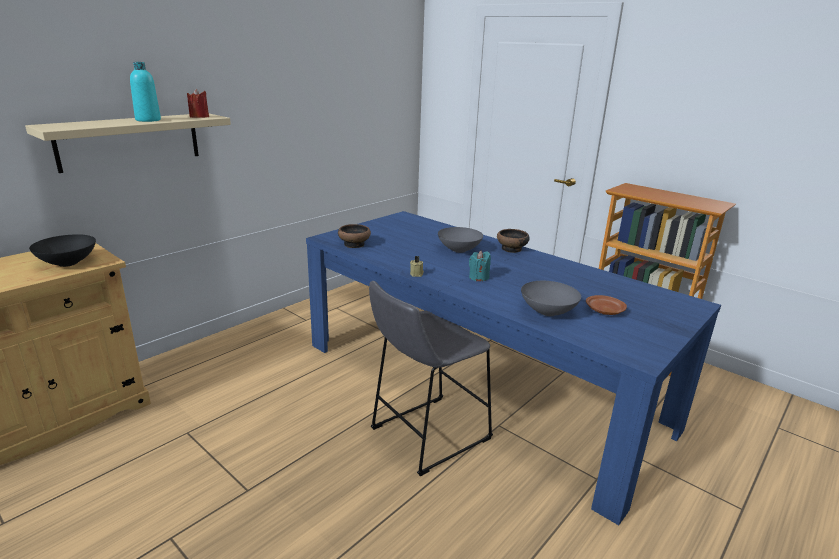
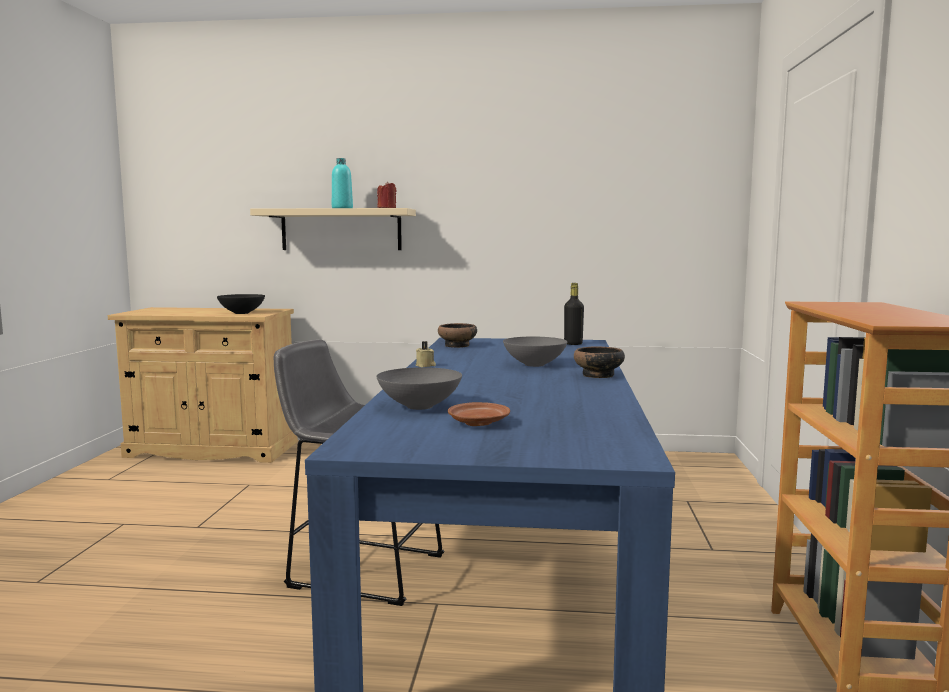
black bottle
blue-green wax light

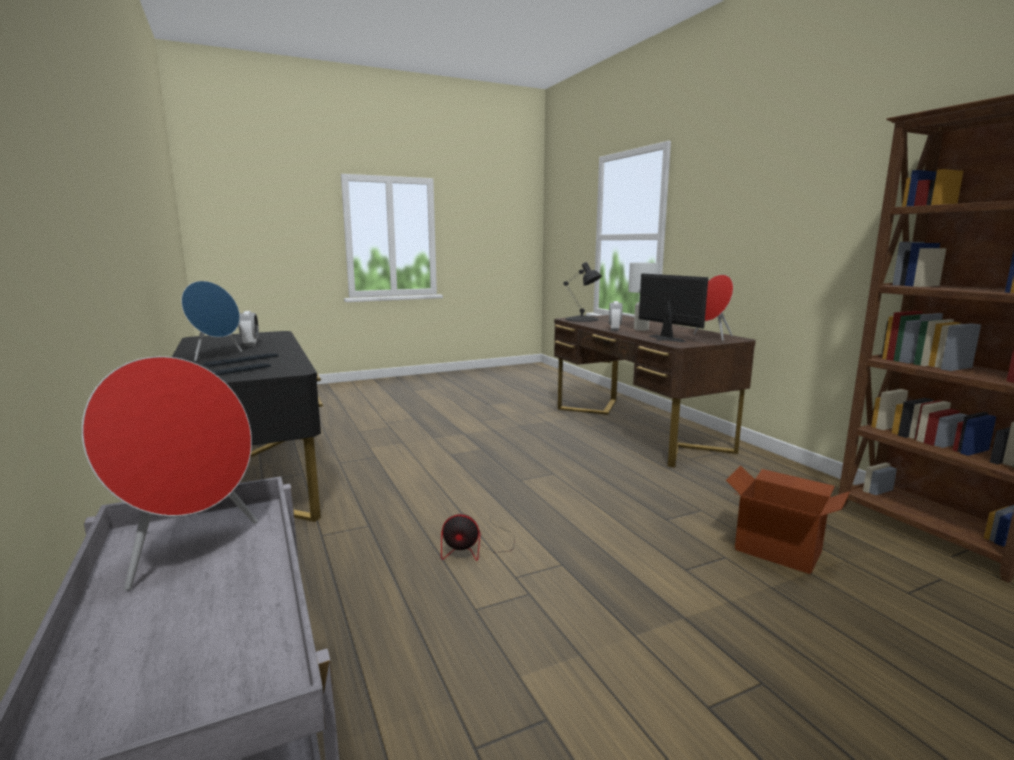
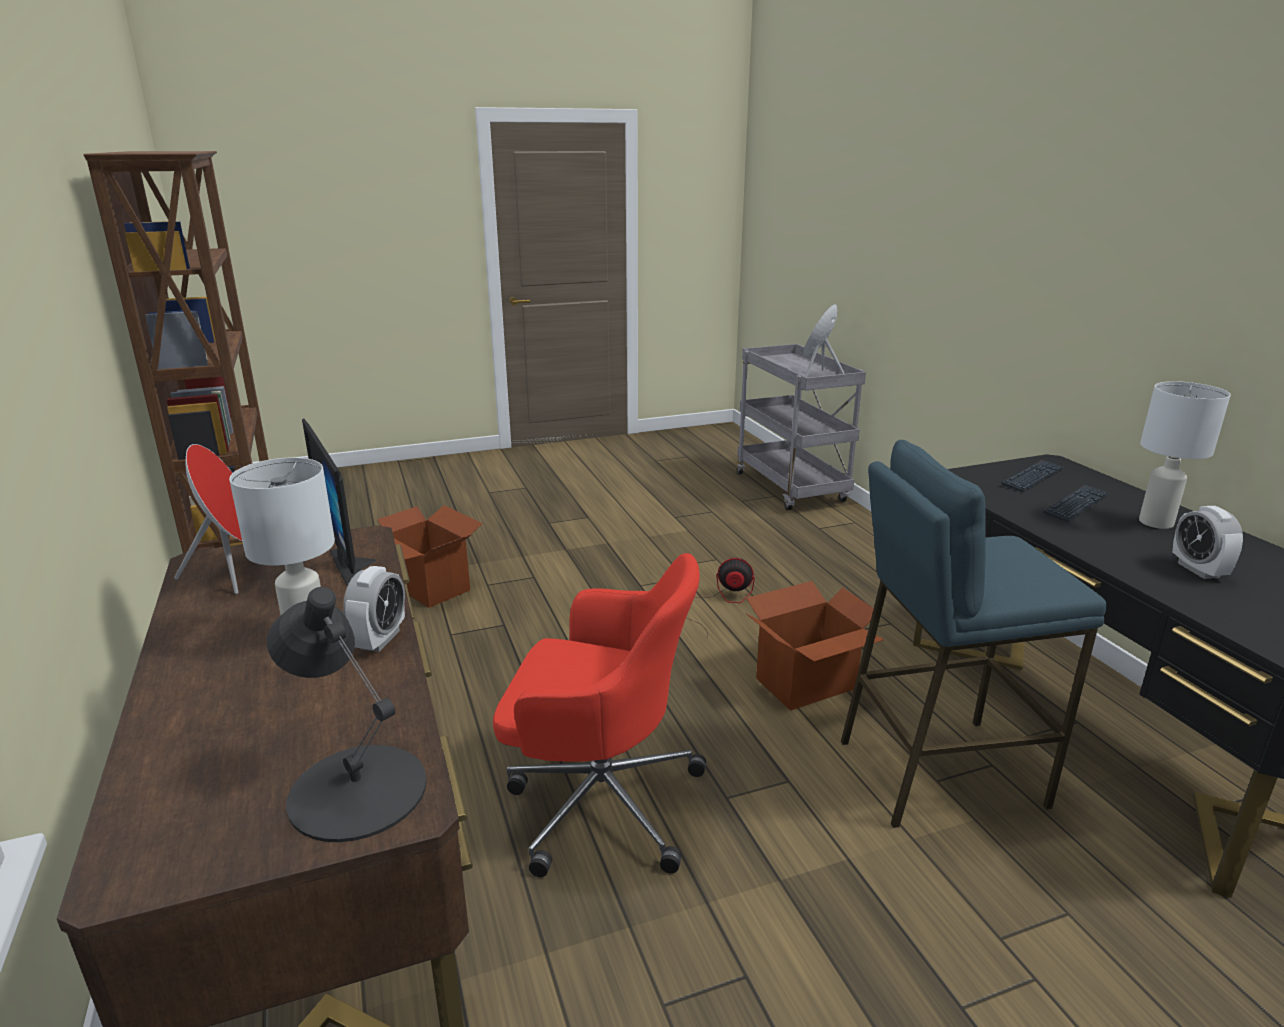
red office chair
packing box (no. 2 from left)
bluish stool seat
white table lamp (no. 2 from left)

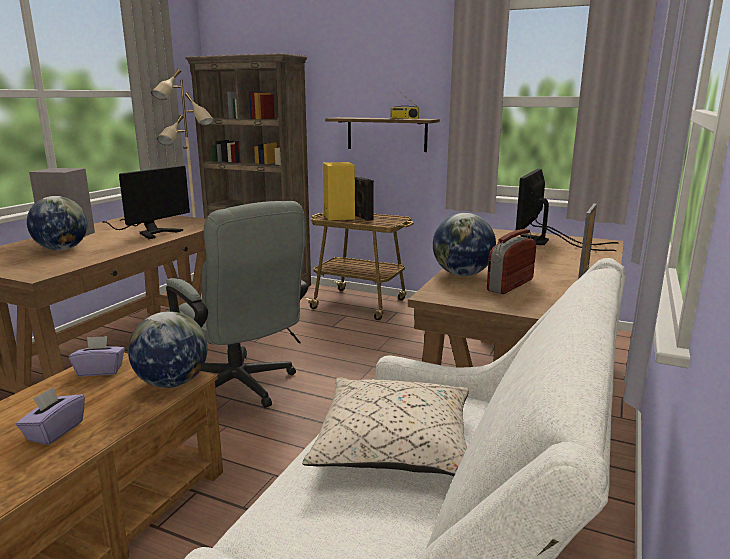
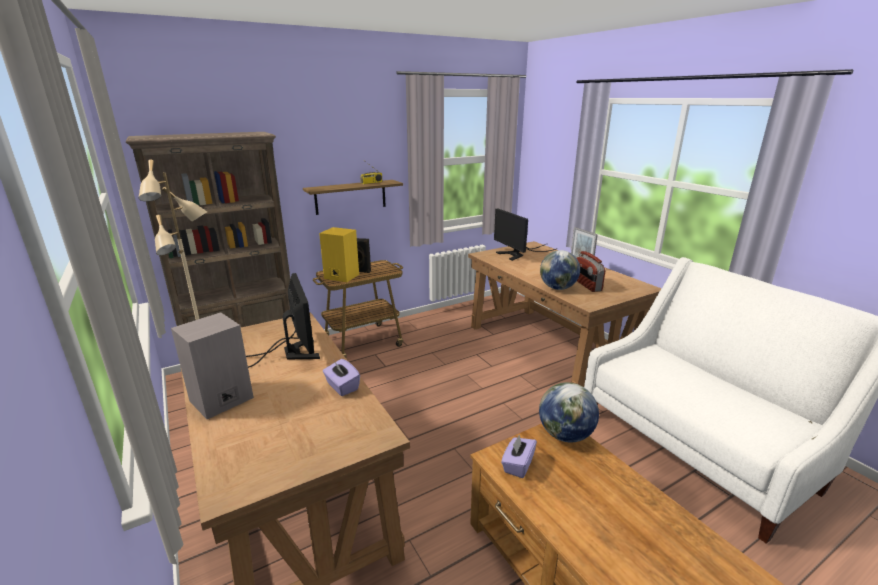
purple-coloured box of tissues (no. 1 from left)
world globe (no. 1 from left in the first image)
greyish office chair
beige throw pillow

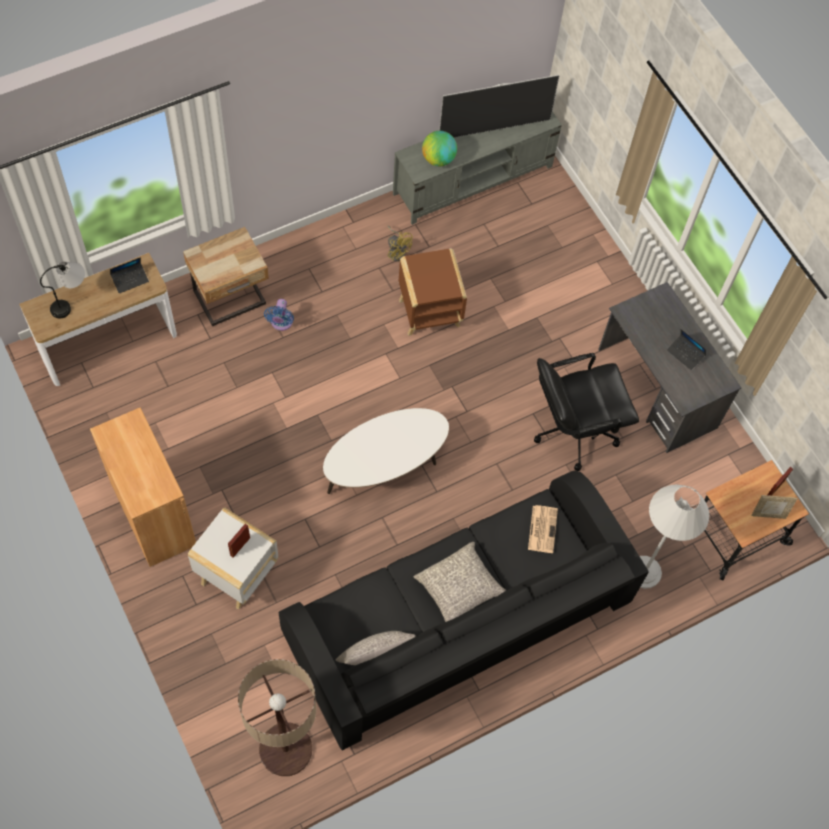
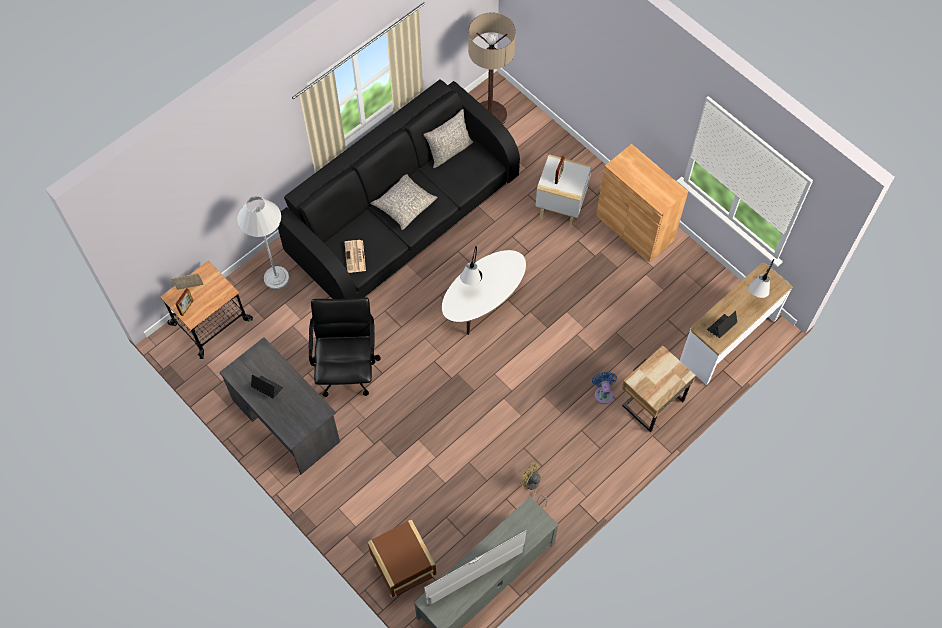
black office chair
brown-coloured side table
table lamp (no. 1 from left)
world globe

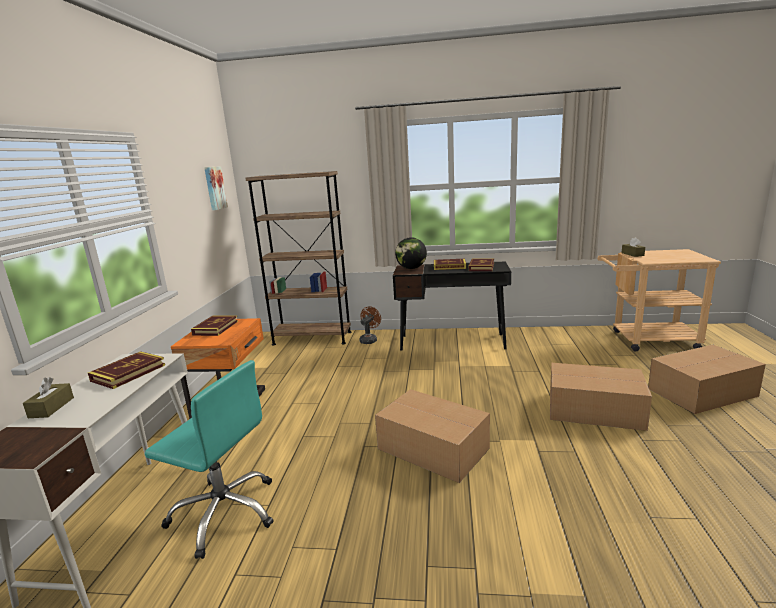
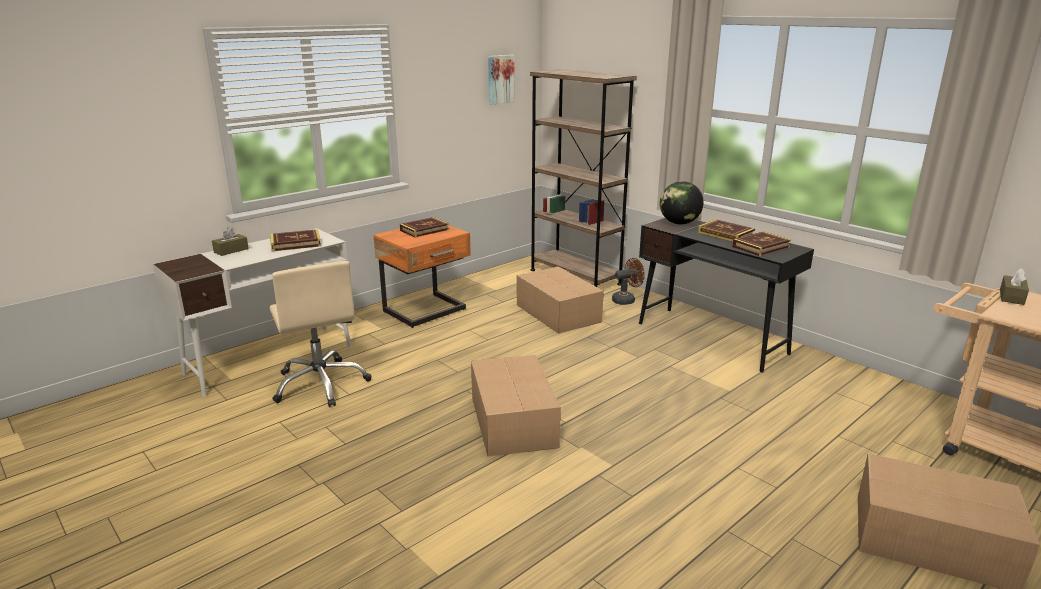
beige office chair
packing box (no. 2 from left)

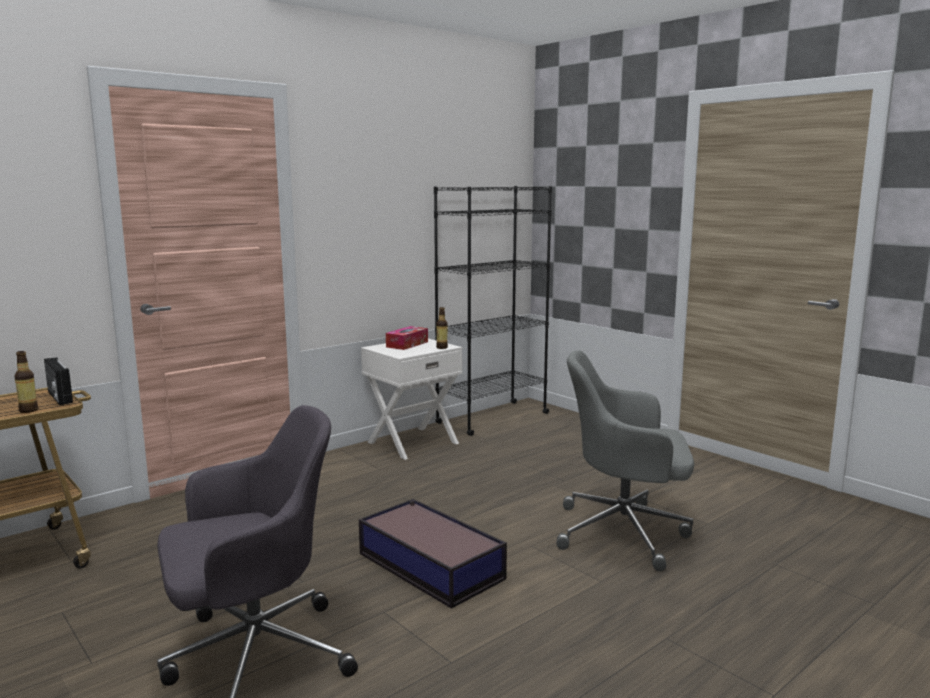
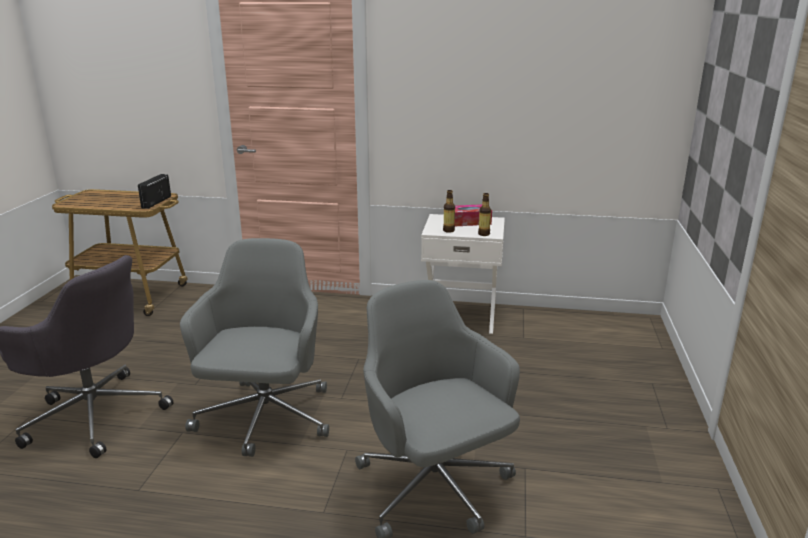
greyish office chair (no. 2 from left)
bottle (no. 1 from left)
black bookcase

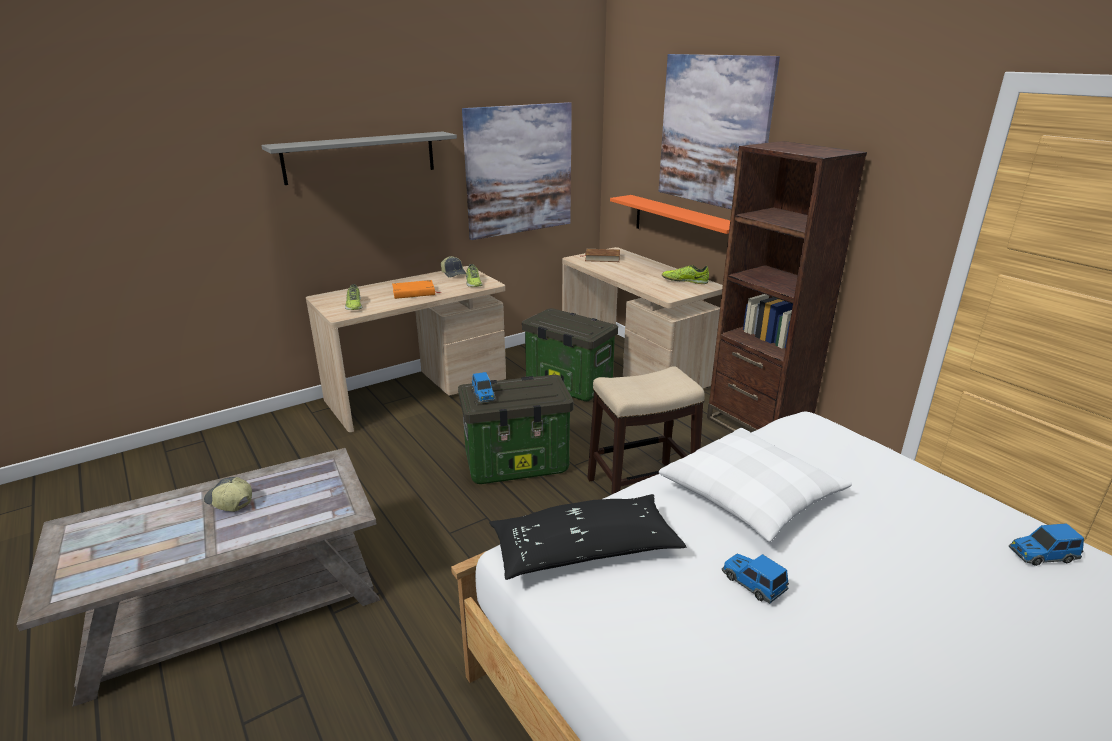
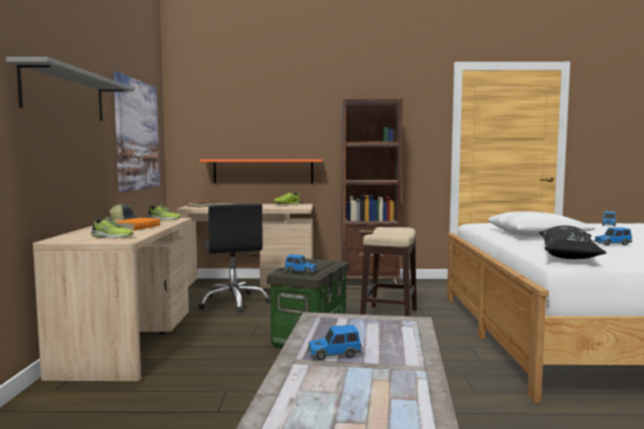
black office chair
model car (no. 2 from left)
picture (no. 2 from left in the first image)

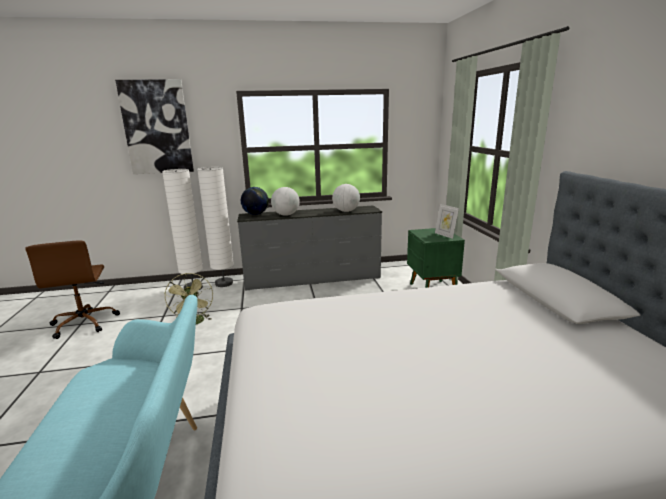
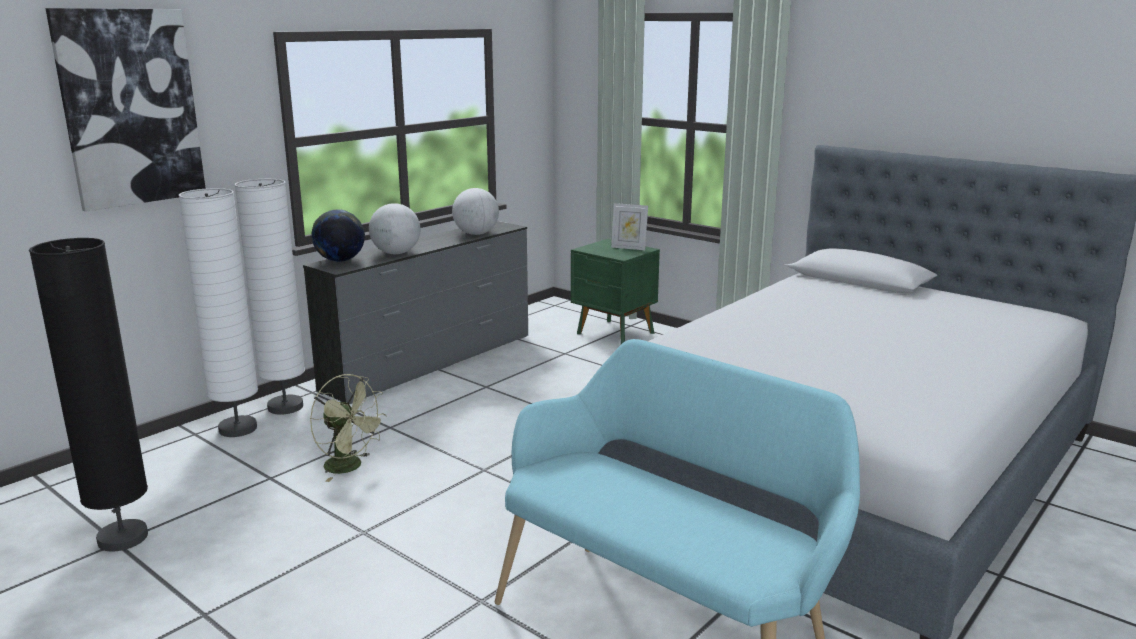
black standard lamp

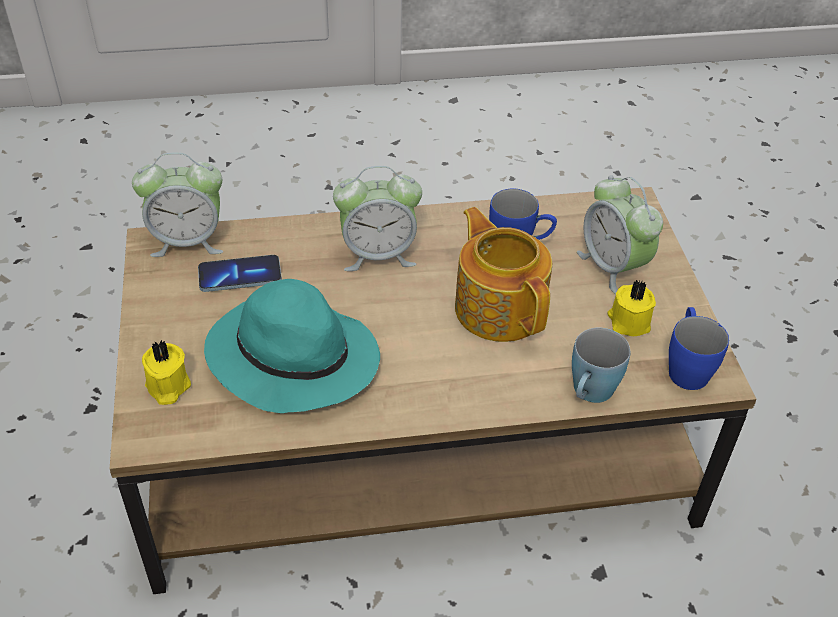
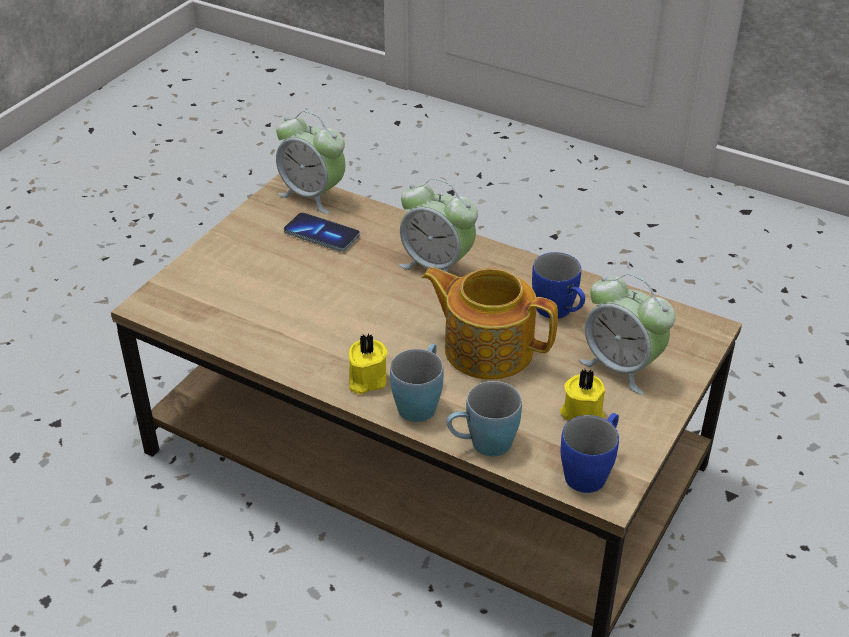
yellow-coloured wax light (no. 1 from left)
bluish mug (no. 1 from left)
pot for tea
table clock (no. 3 from left)
blue-green wearable hat

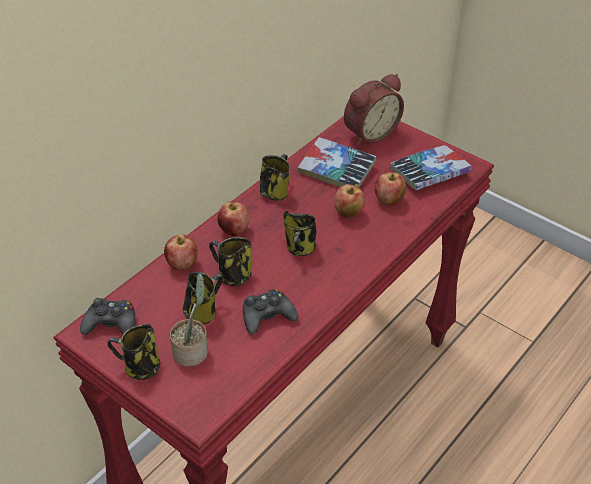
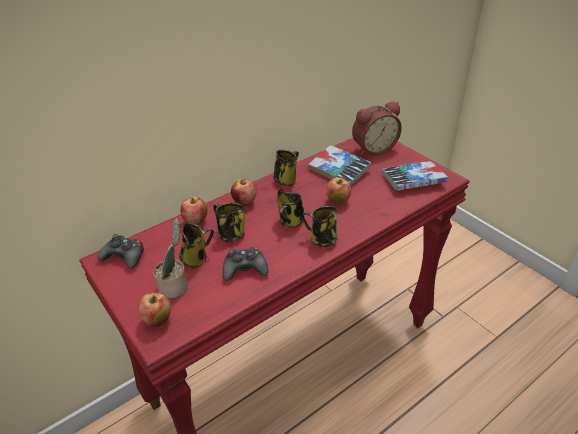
apple fruit (no. 1 from left)
mug (no. 5 from left)

